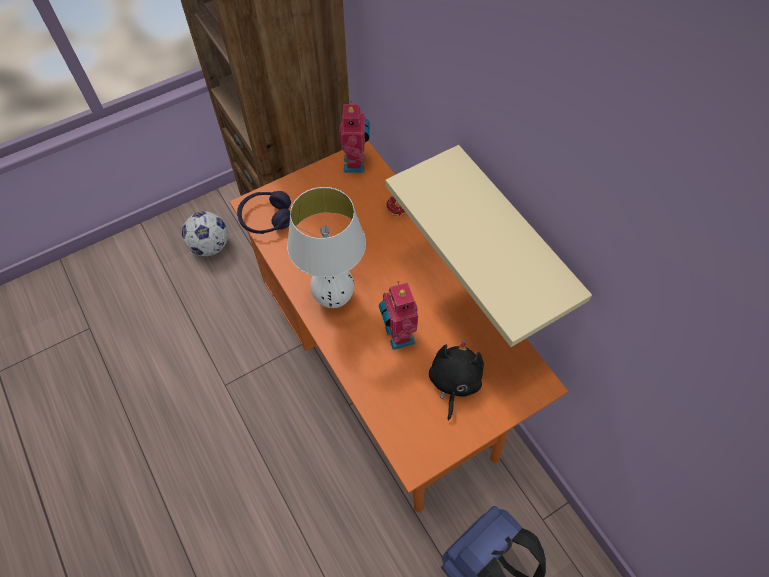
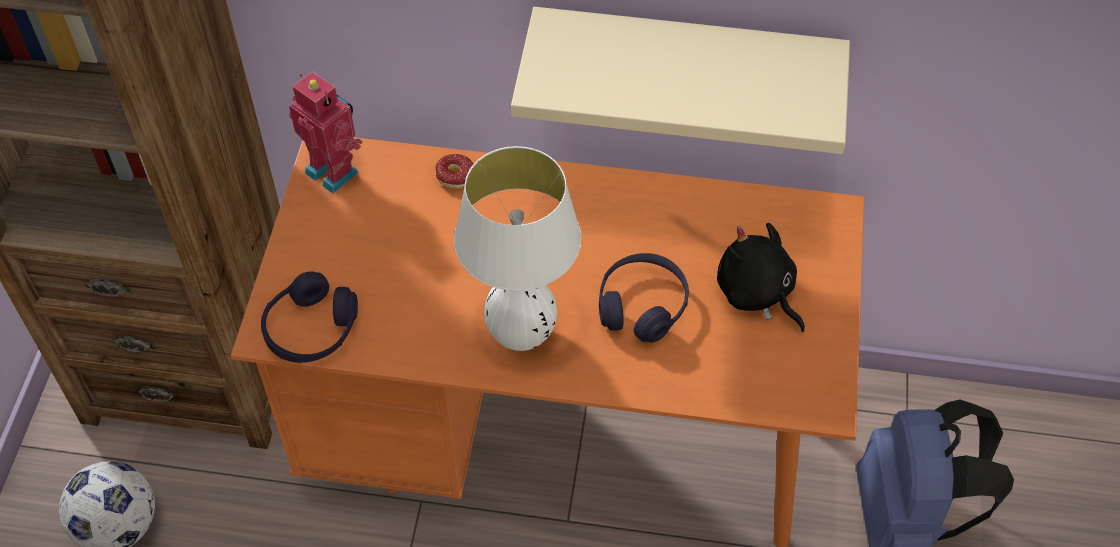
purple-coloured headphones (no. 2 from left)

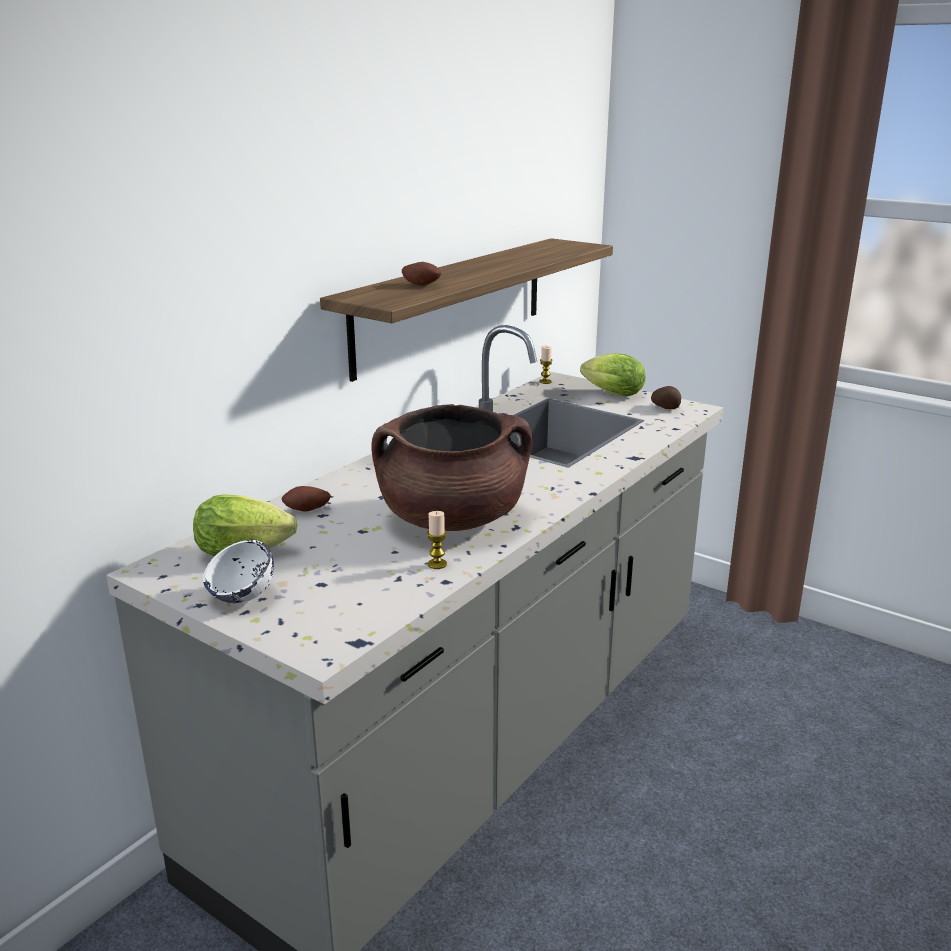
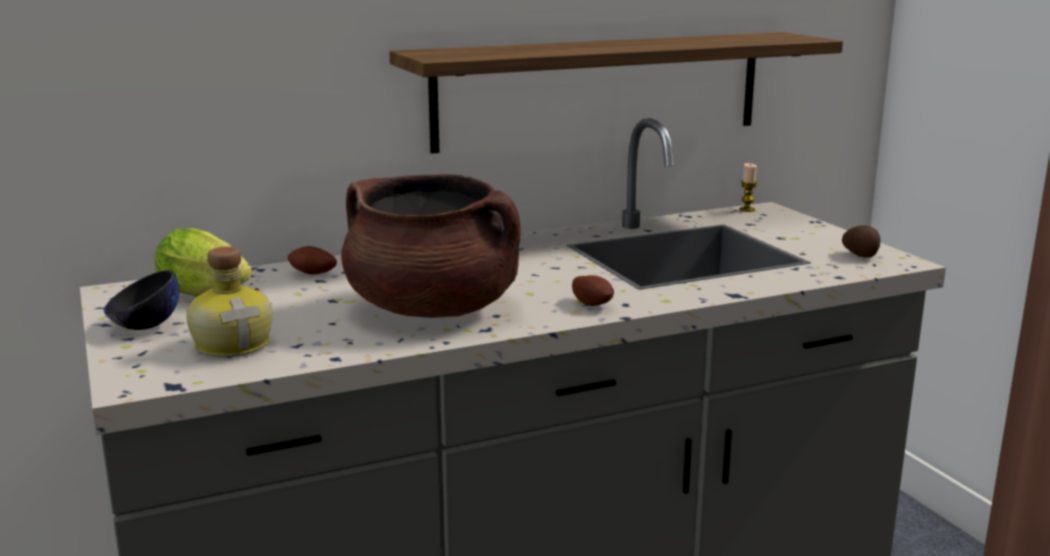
black deep dish
bottle
whole potato (no. 2 from left)
wax light (no. 1 from left in the first image)
head of lettuce (no. 2 from left in the first image)

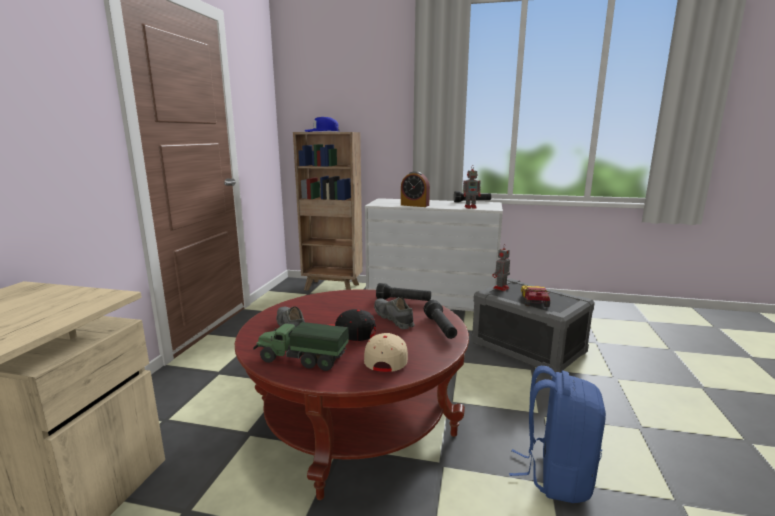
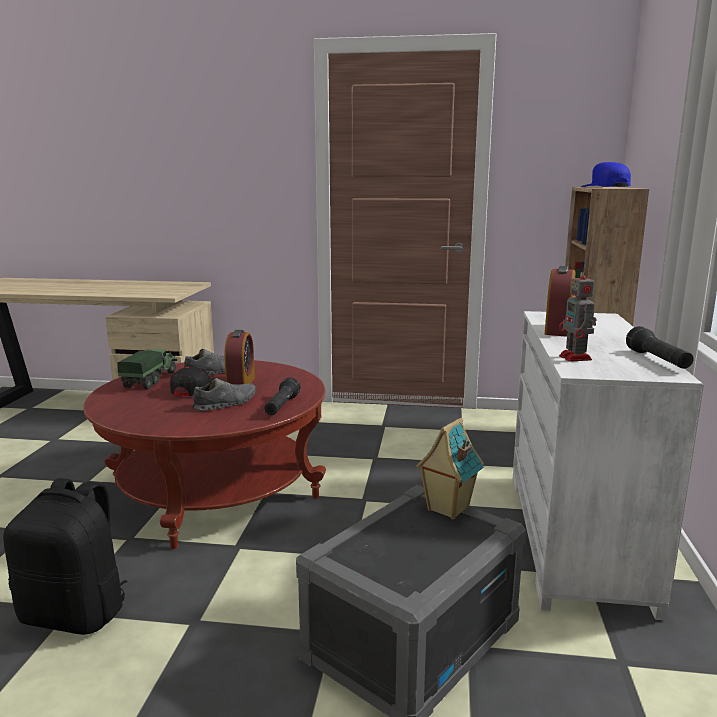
black knapsack
table clock (no. 1 from left)
miniature house
beige peaked cap
black flashlight (no. 2 from left in the first image)
model car

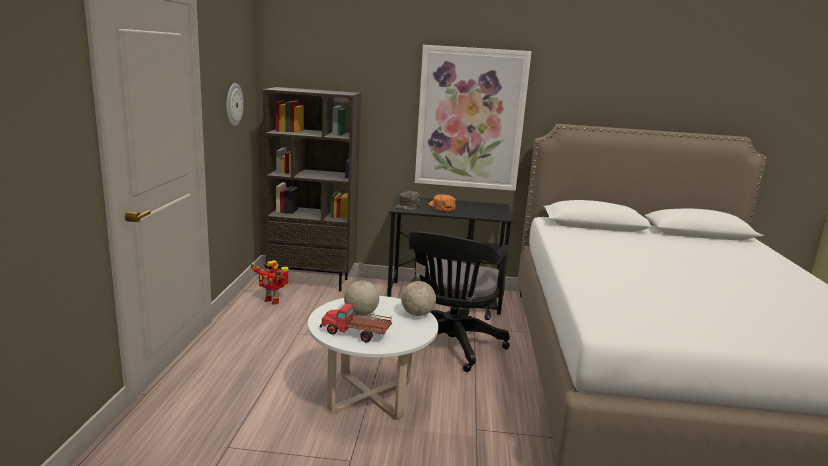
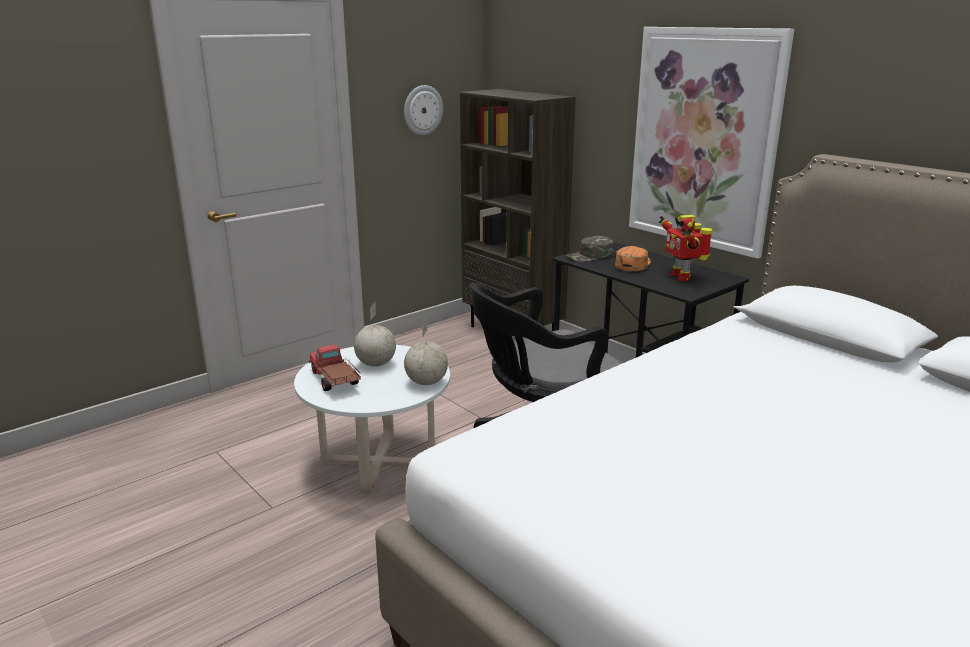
toy robot

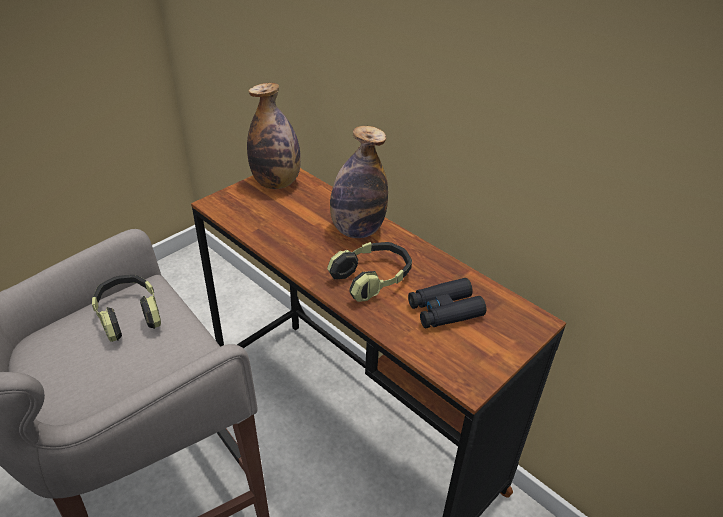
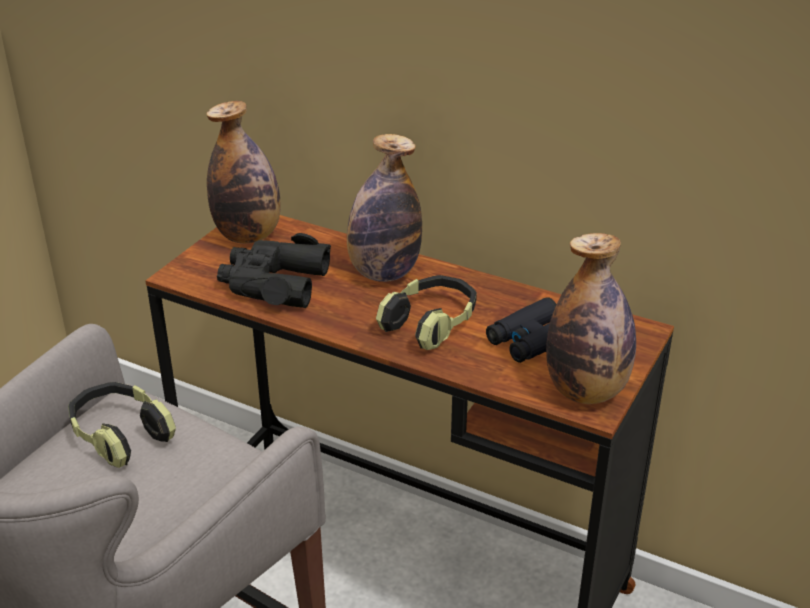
black field glasses (no. 1 from left)
bottle (no. 3 from left)

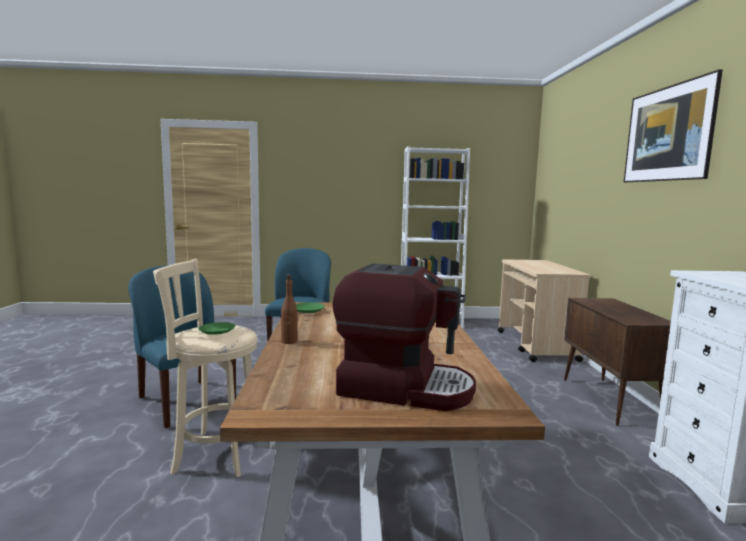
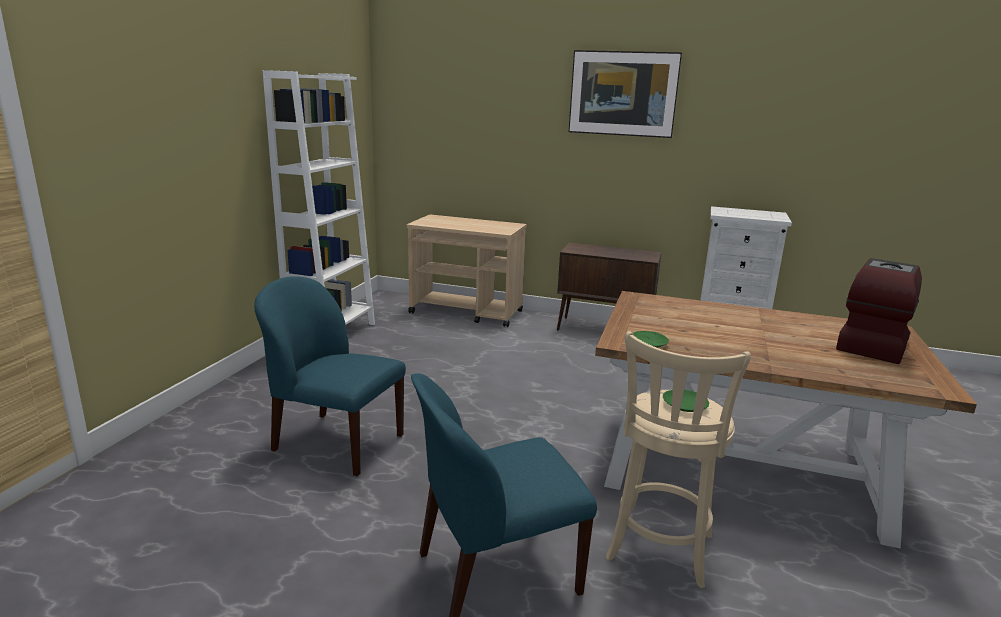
brown-coloured bottle

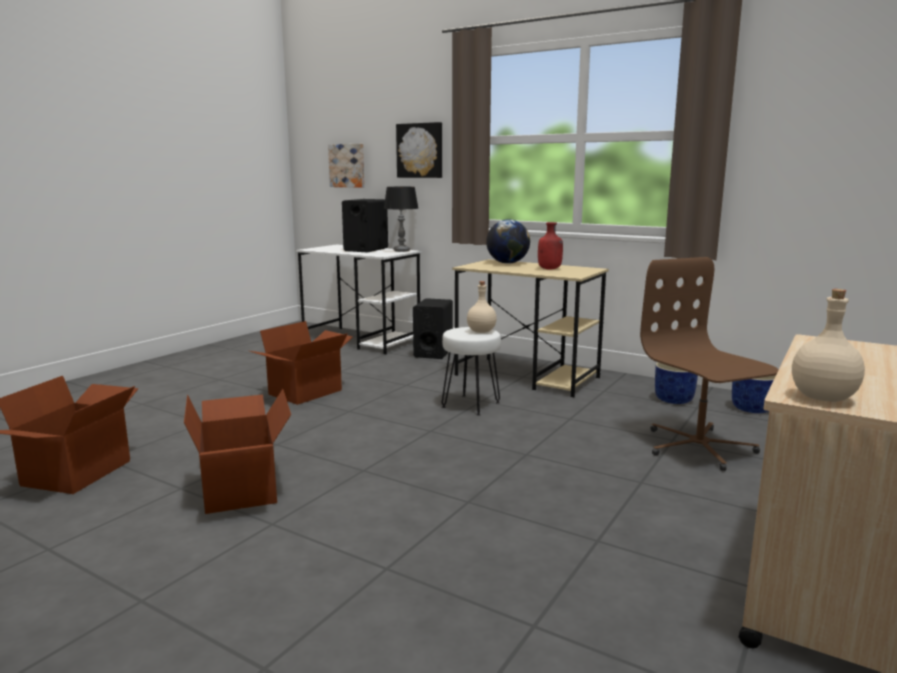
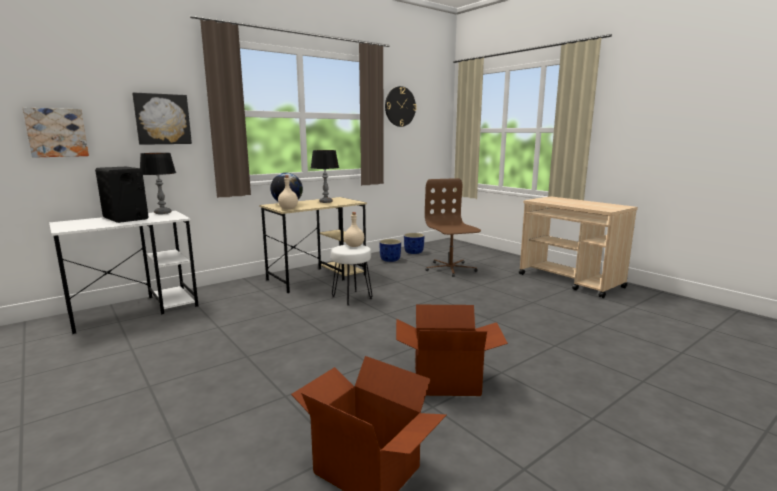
beige bottle (no. 1 from left)
table lamp (no. 2 from left)
wall clock
brown-coloured office chair
packing box (no. 3 from left in the first image)
black audio speaker (no. 2 from left in the first image)

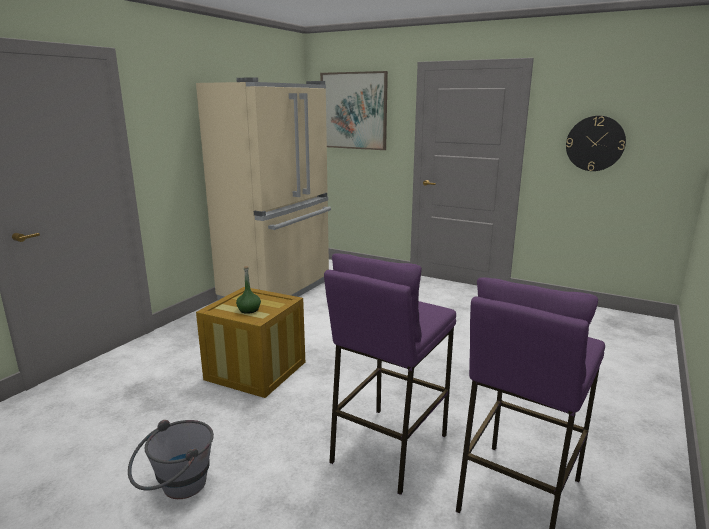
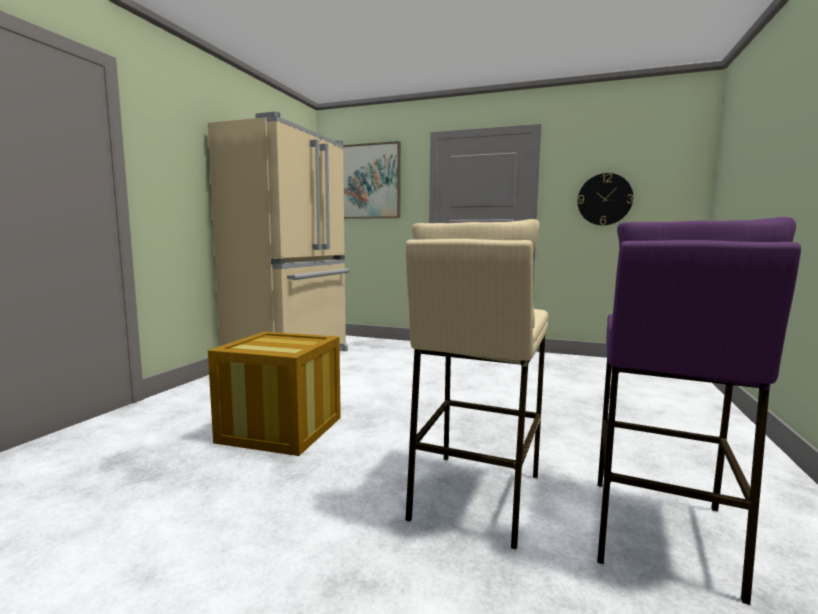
beige stool seat
greyish bucket
green bottle

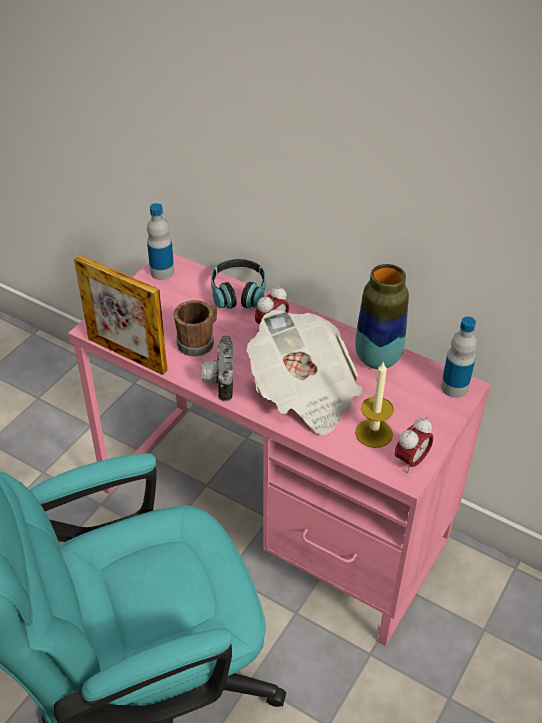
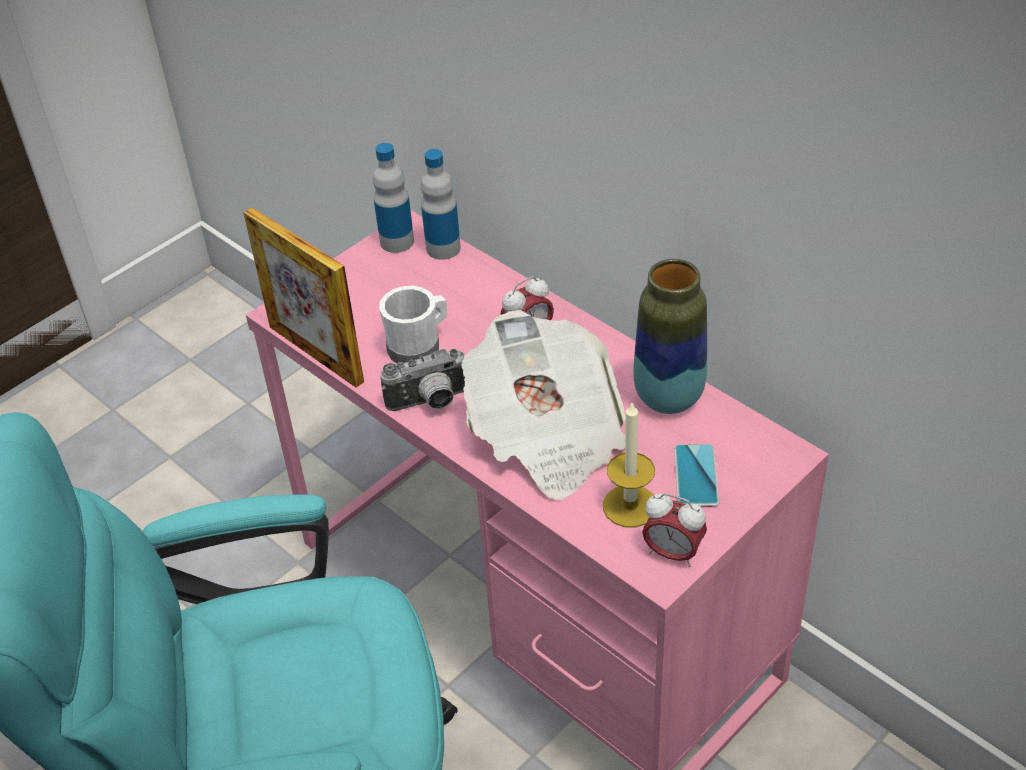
white mug
photo camera
bottle (no. 2 from left)
table clock (no. 2 from left)
handset
headphones

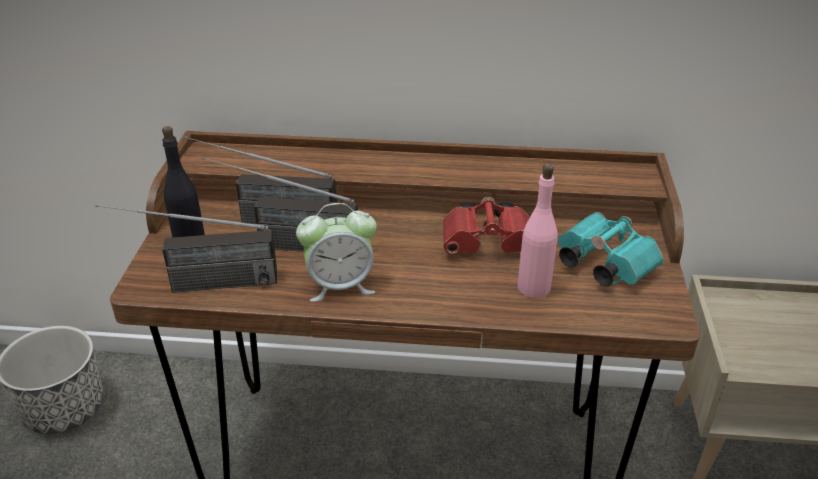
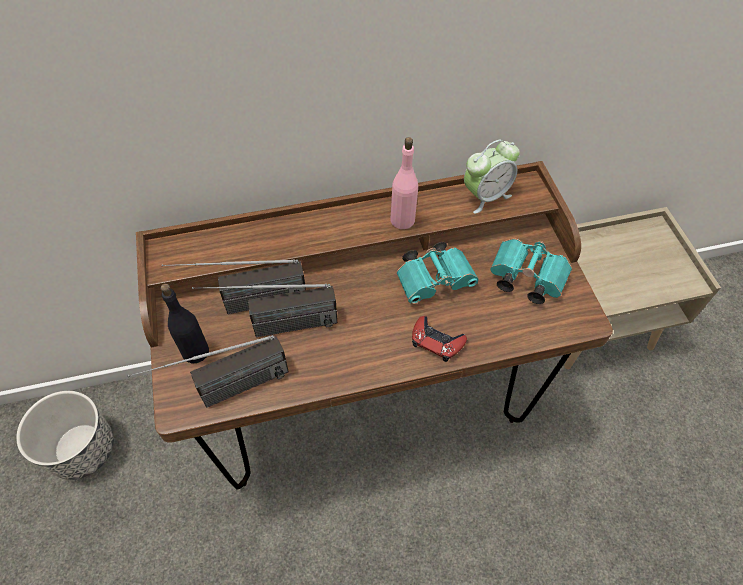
pink bottle
blue-green field glasses (no. 1 from left)
red joypad
table clock

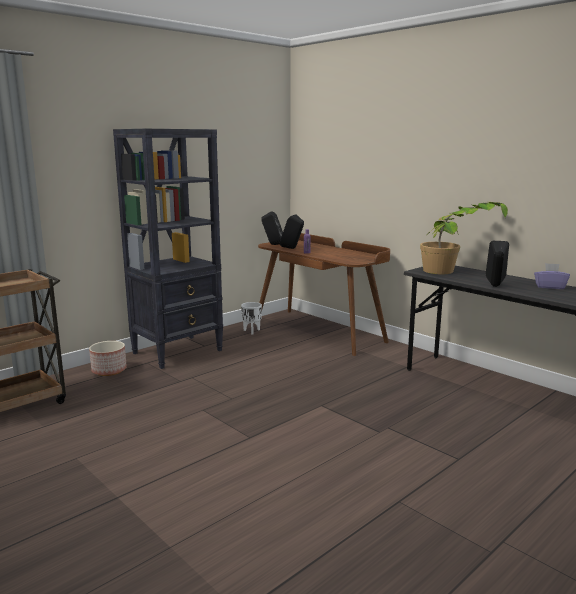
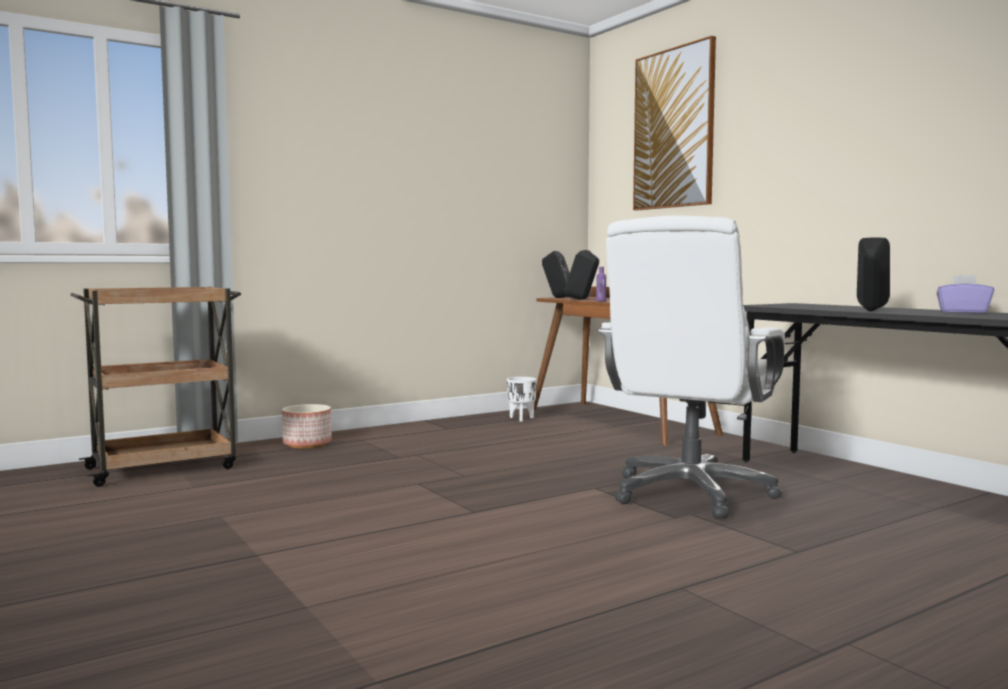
white office chair
picture
black bookcase
potted plant

